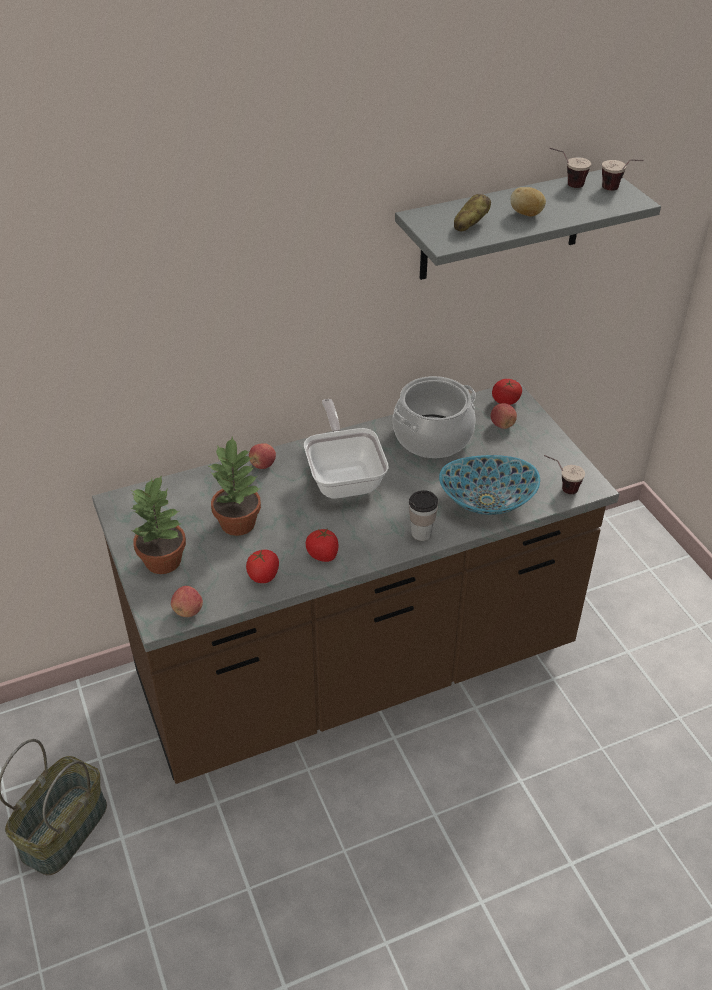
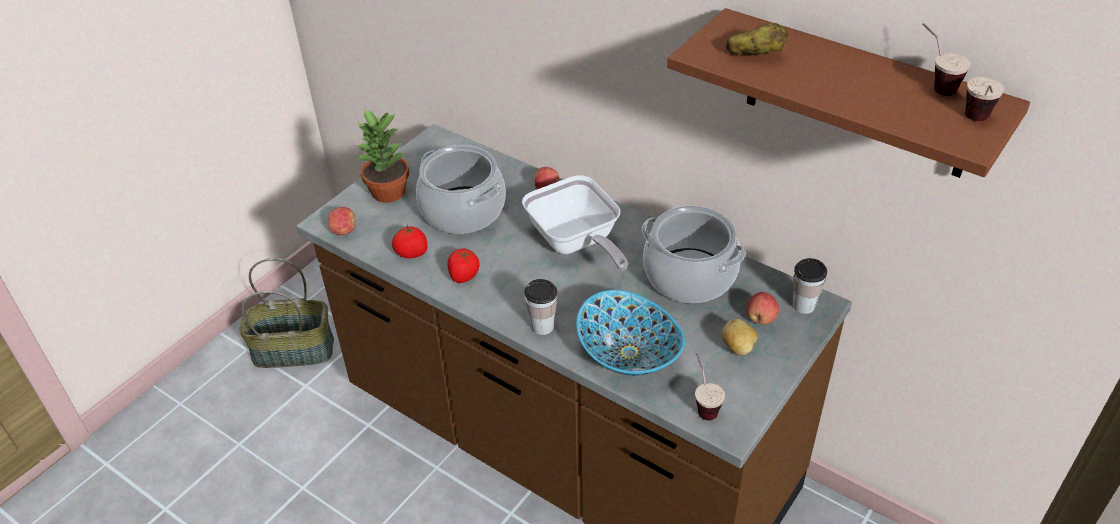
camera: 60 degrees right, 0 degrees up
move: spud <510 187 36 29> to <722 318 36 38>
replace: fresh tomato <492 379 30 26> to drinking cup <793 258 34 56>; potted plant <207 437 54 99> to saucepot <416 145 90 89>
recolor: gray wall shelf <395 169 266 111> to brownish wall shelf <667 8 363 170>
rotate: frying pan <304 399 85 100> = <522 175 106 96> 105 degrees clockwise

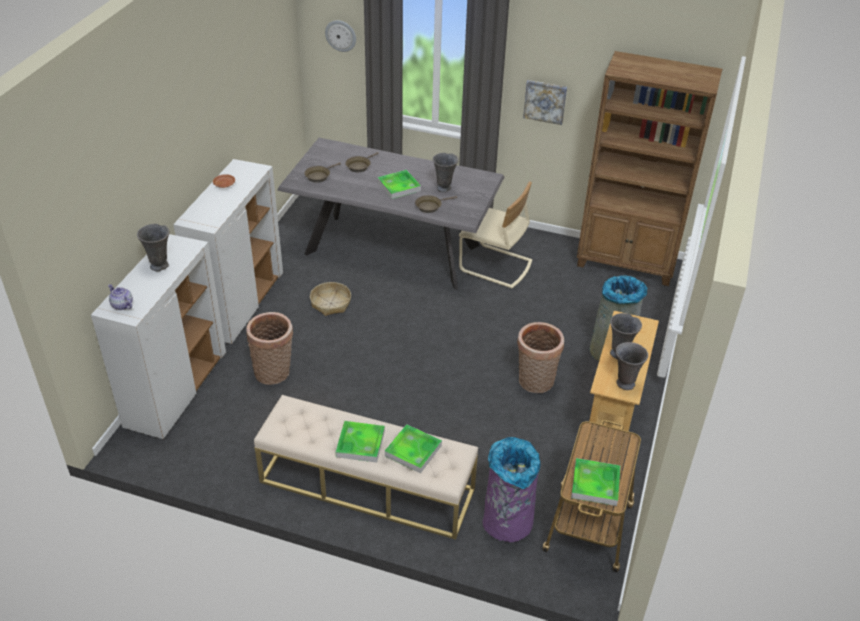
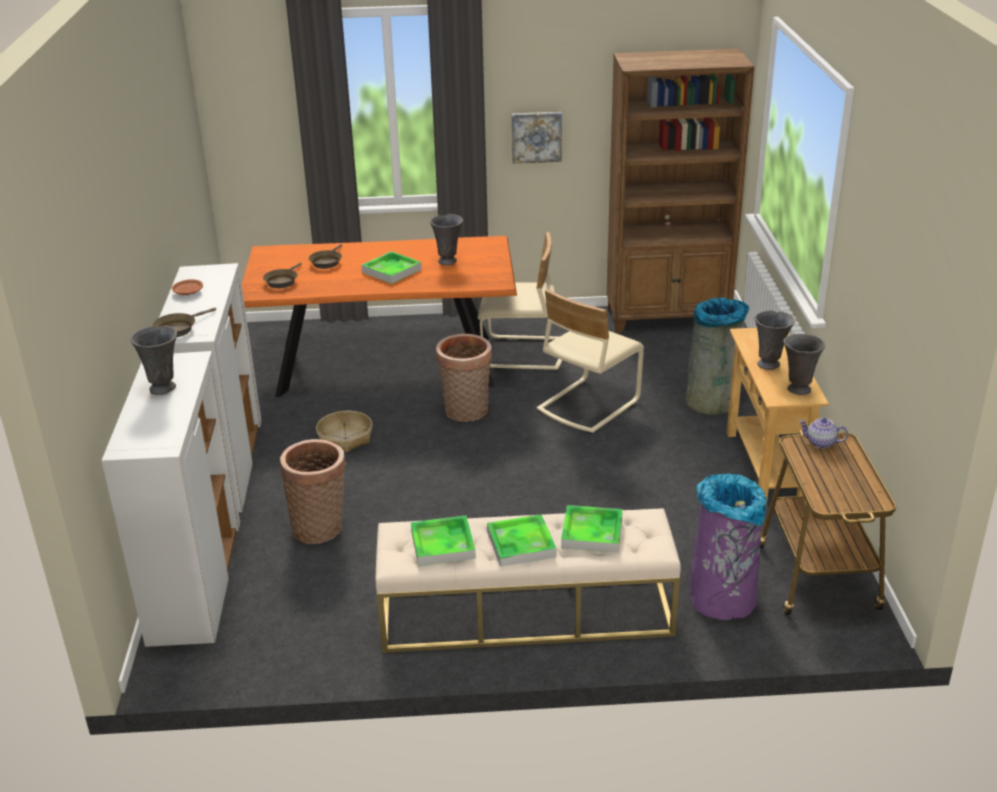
camera: 20 degrees left, 10 degrees down
delete: clock on the wall <325 20 31 32>
insert: beige chair <537 289 107 145>
move: brownish frying pan <415 195 42 18> to <153 308 63 29>; tea pot <108 284 25 26> to <799 418 49 30>; basket <517 322 47 71> to <436 334 56 88>; carrying tray <571 458 49 48> to <411 515 65 51>
recolor: gray kitchen table <277 138 227 152> to orange kitchen table <242 236 275 161>

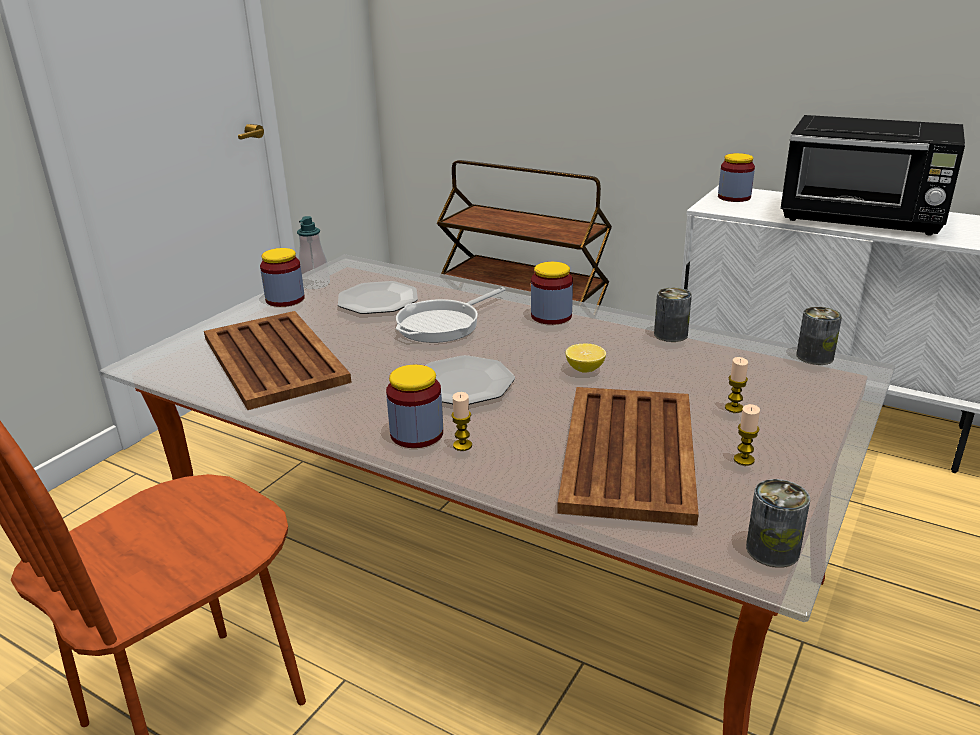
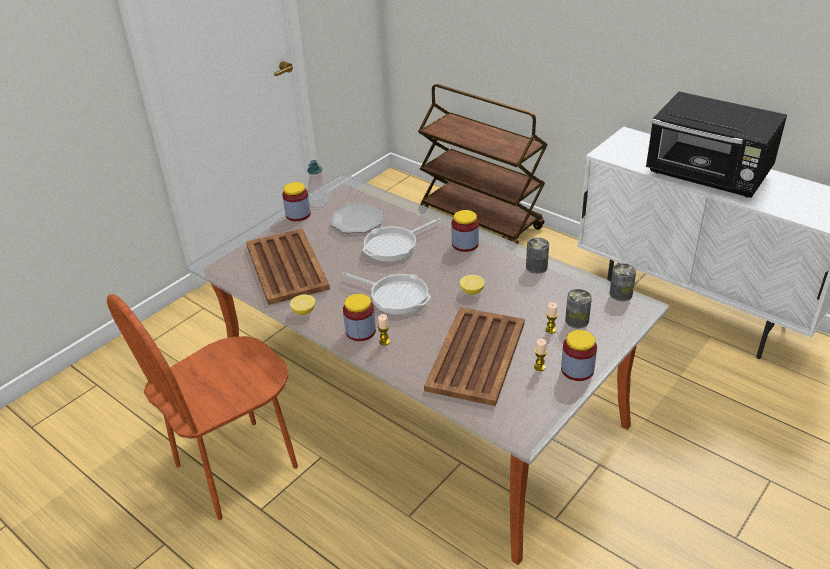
camera: 10 degrees right, 10 degrees up
insert: lemon <290 295 25 20>
move: preserve jar <718 153 37 49> to <561 330 36 51>; metal can <746 479 64 88> to <565 289 27 39>
replace: dinner plate <426 355 89 50> to frying pan <342 272 89 43>

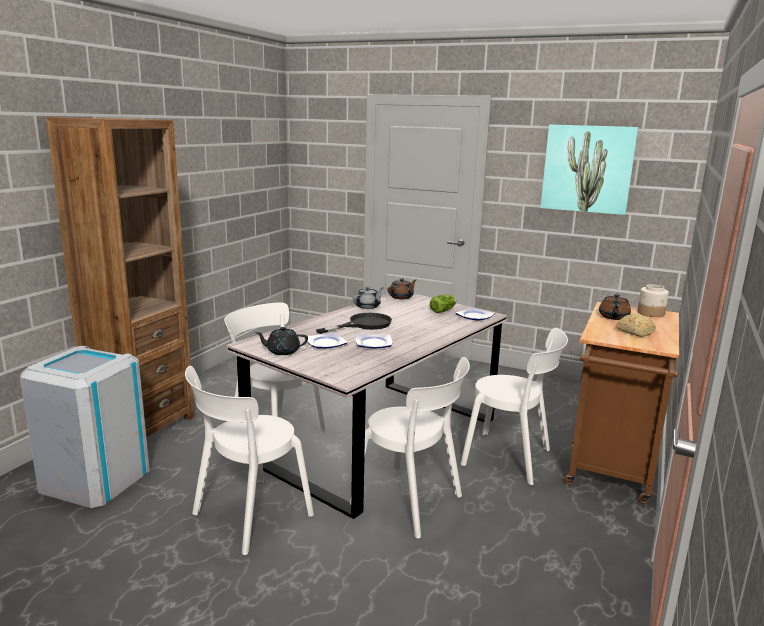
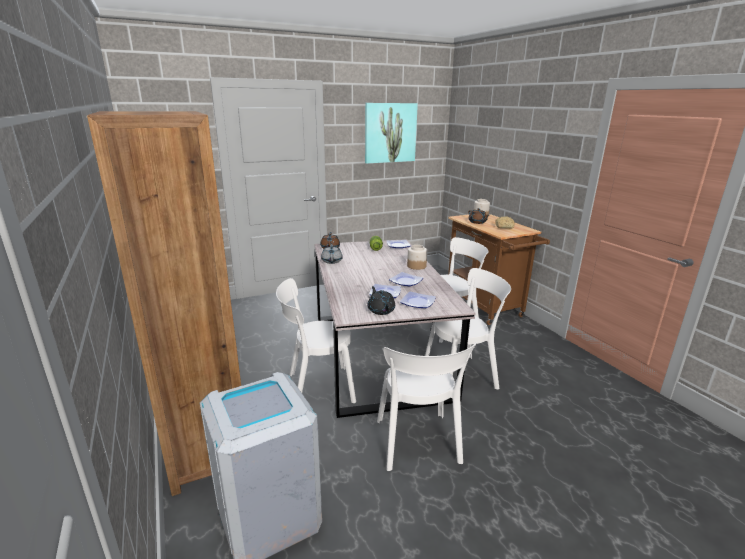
camera: 50 degrees left, 5 degrees up
delete: black frying pan <316 313 76 21>
insert: preserve jar <407 245 20 25>; dinner plate <400 291 36 17>
rotate: black tea pot <255 327 53 28> = <367 286 28 29> 120 degrees clockwise

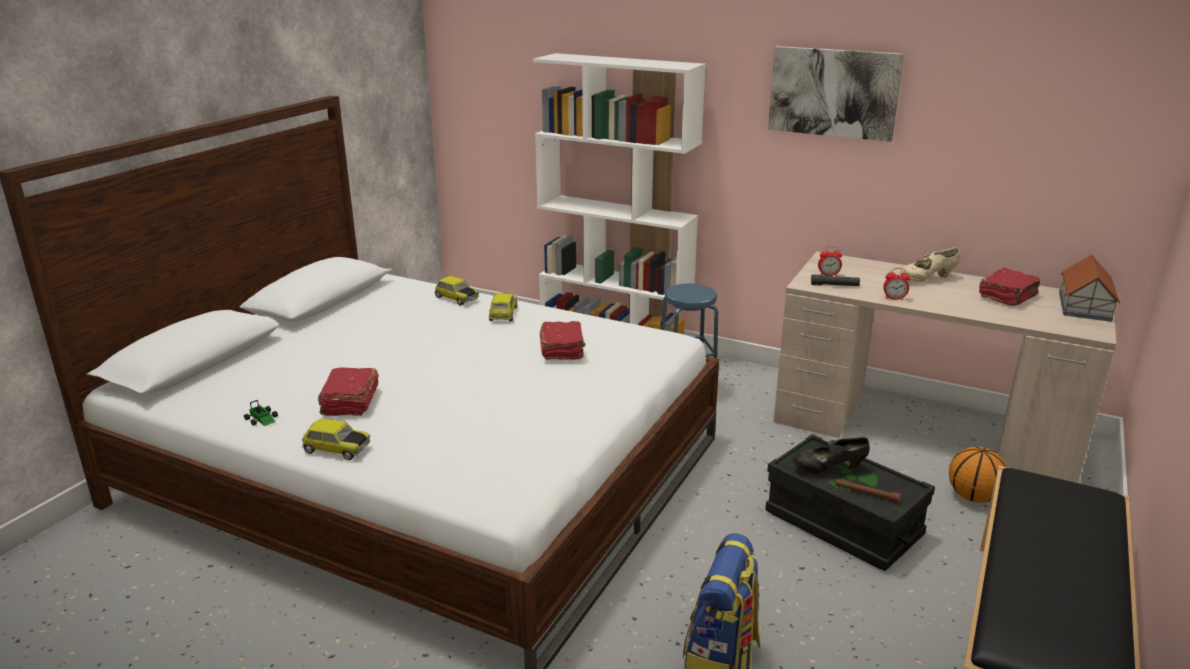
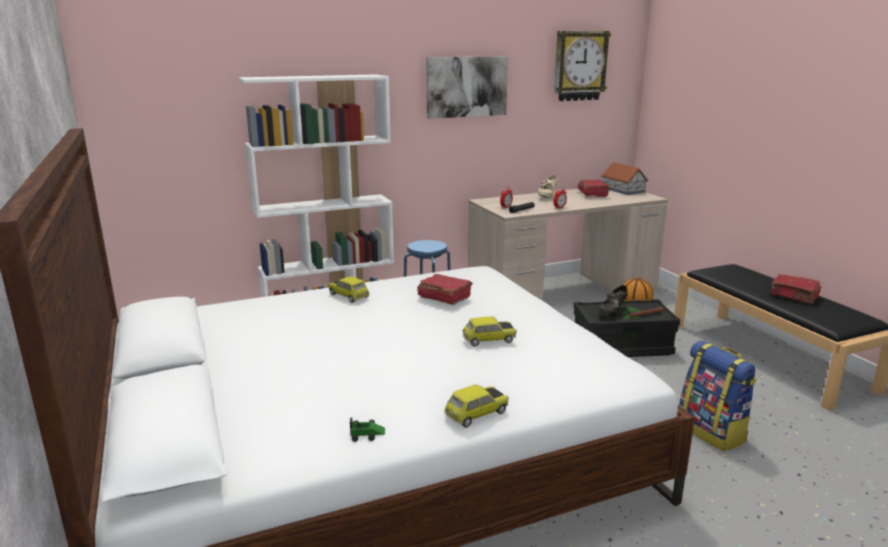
camera: 50 degrees left, 5 degrees down
insert: clock on the wall <554 31 57 70>
move: miniature car <434 276 45 30> to <463 316 54 30>; red volume <318 368 61 48> to <771 274 50 30>

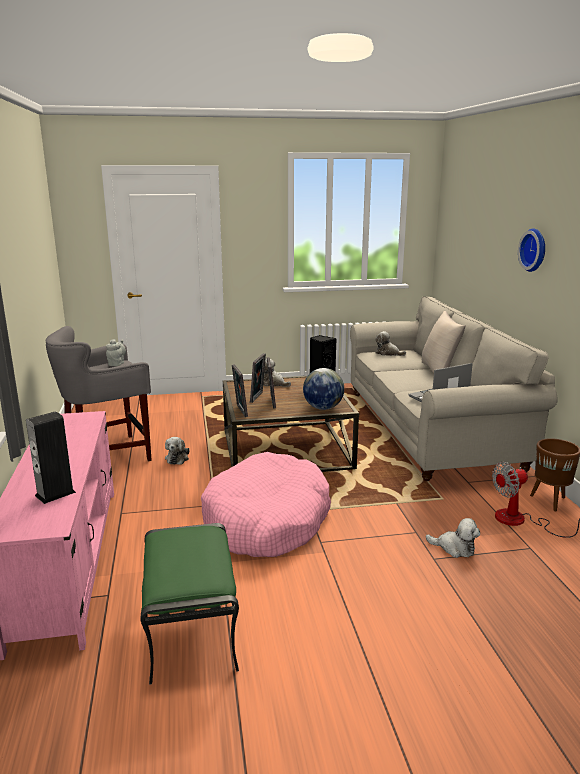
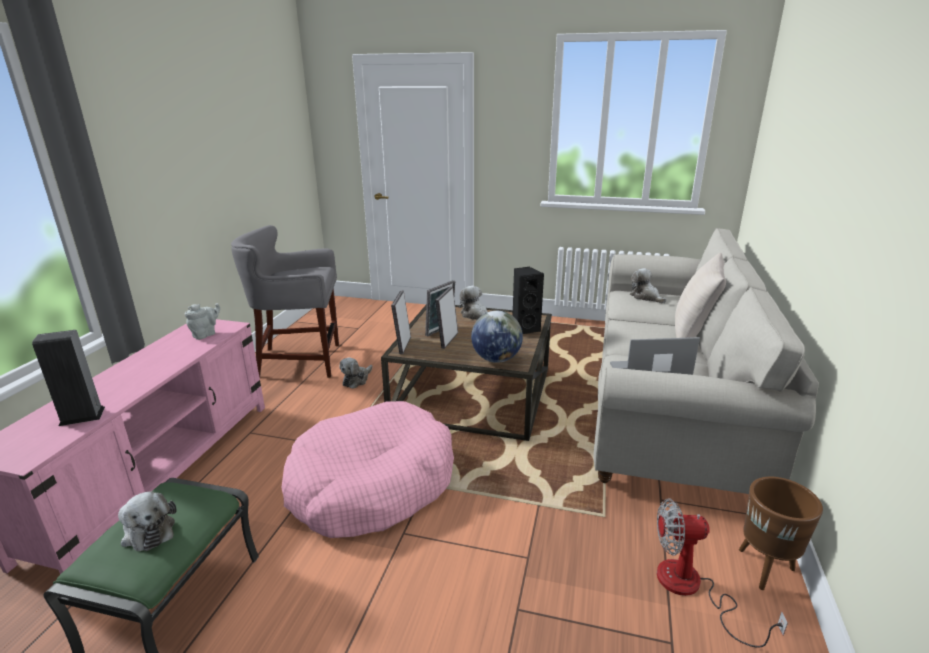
camera: 25 degrees right, 5 degrees up
delete: clock on the wall <518 228 27 44>
move: gray tea pot <106 339 20 27> to <184 303 36 37>; plush toy <426 518 54 40> to <118 491 58 60>

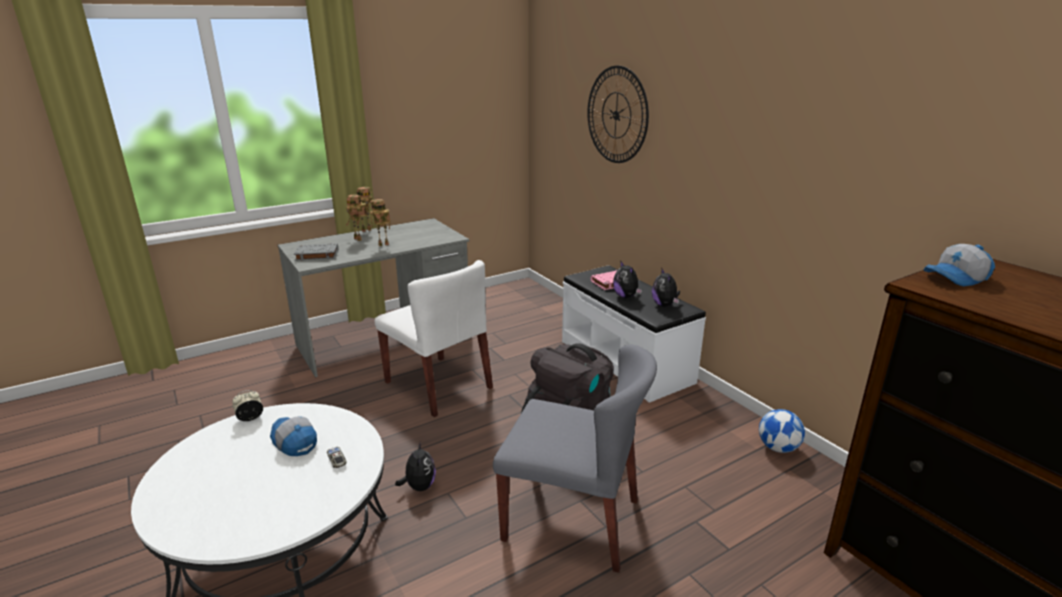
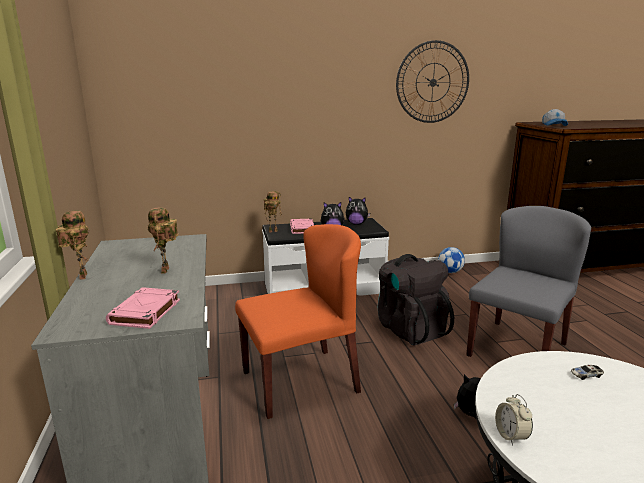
camera: 70 degrees left, 5 degrees down
delete: cap <270 416 47 40>
move: clock on the wall <587 66 62 97> to <396 40 73 83>; toy robot <346 194 21 47> to <264 191 18 42>
recolor: gray volume <294 243 44 18> to pinkish volume <106 287 74 42>; whitish chair <375 260 118 157> to orange chair <235 224 126 195>

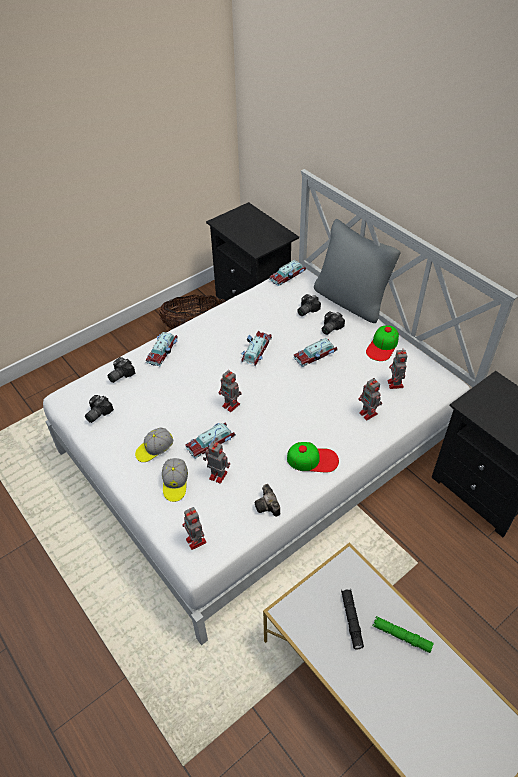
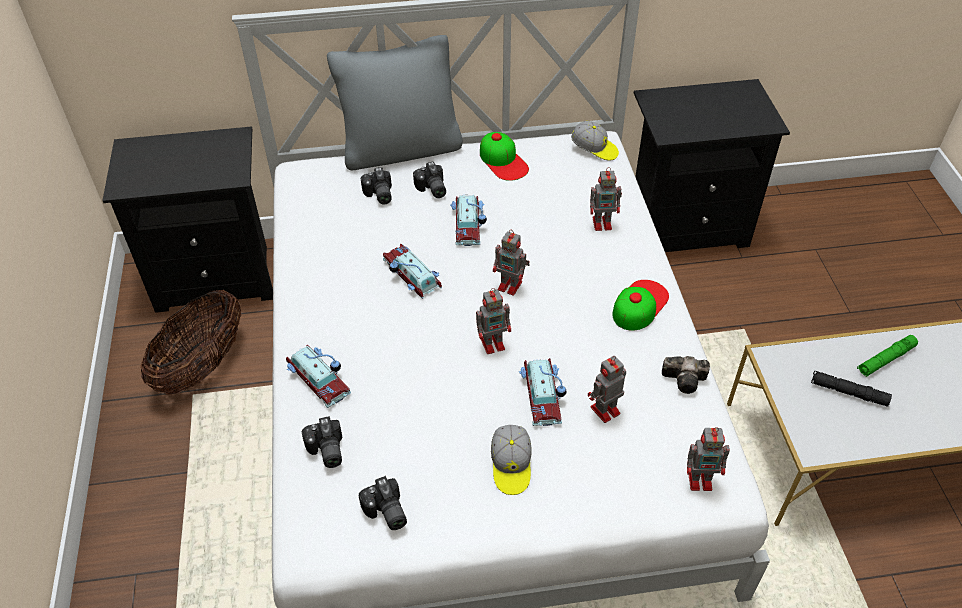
camera: 60 degrees left, 0 degrees up
delete: miniature car <269 260 37 26>
move: toy robot <388 348 19 41> to <493 230 37 66>; cap <162 458 26 44> to <571 121 48 40>

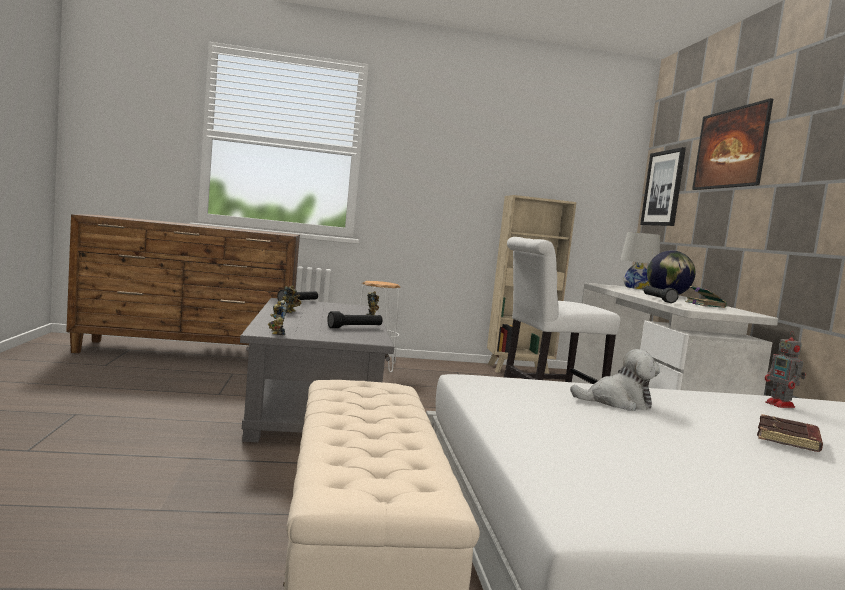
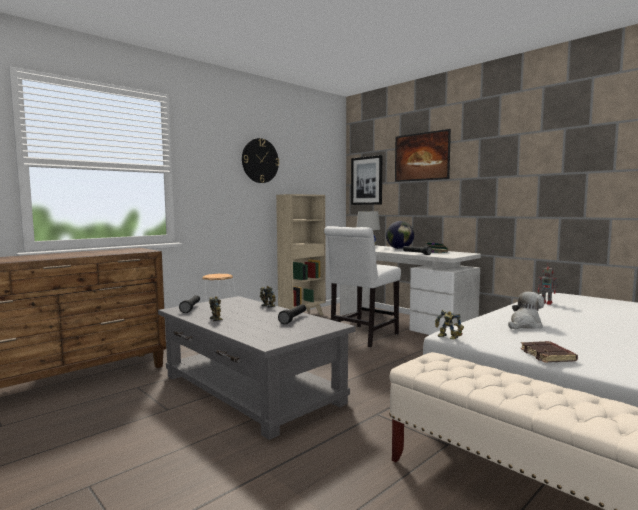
camera: 35 degrees left, 0 degrees up
insert: clock on the wall <242 138 37 45>
move: toy robot <268 300 20 35> to <435 310 29 30>; brownish volume <757 414 66 38> to <520 341 58 22>

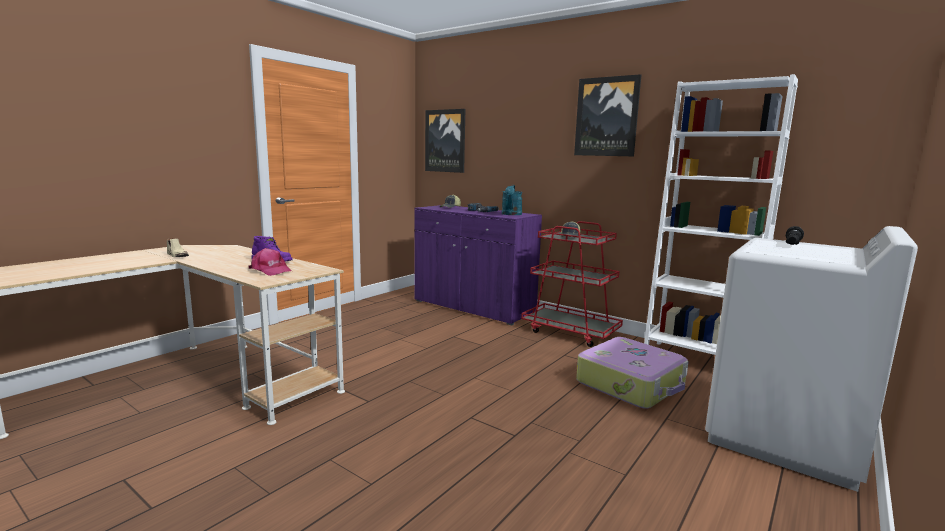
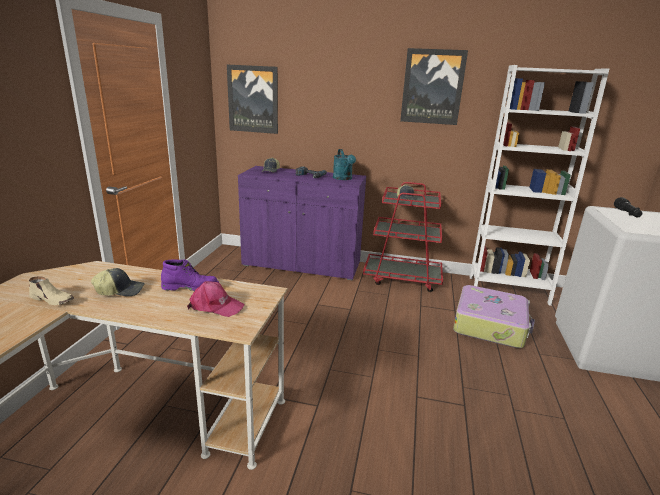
camera: 25 degrees left, 10 degrees up
insert: cap <91 268 54 28>

